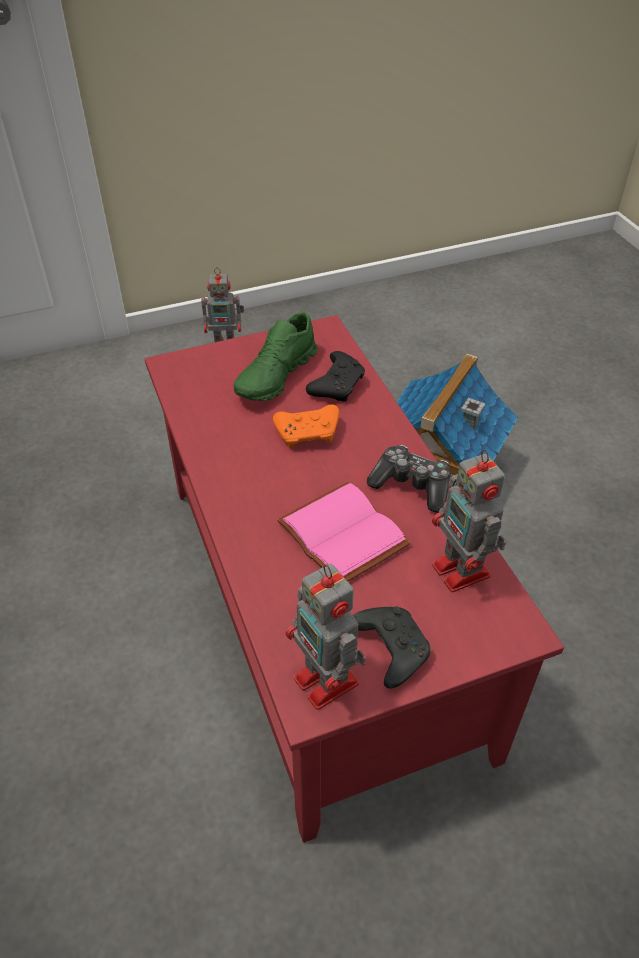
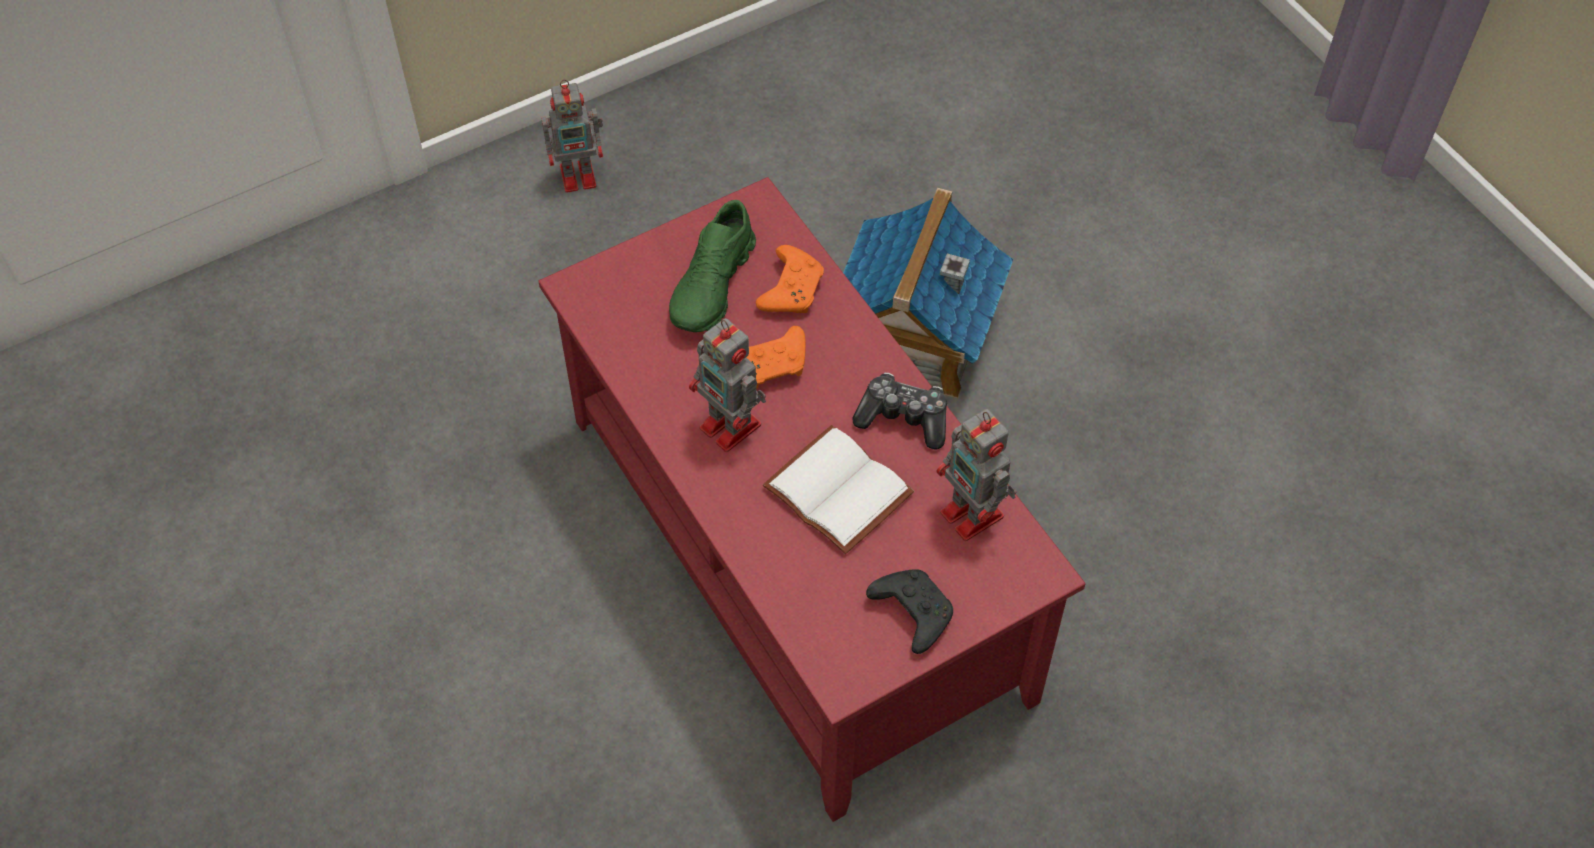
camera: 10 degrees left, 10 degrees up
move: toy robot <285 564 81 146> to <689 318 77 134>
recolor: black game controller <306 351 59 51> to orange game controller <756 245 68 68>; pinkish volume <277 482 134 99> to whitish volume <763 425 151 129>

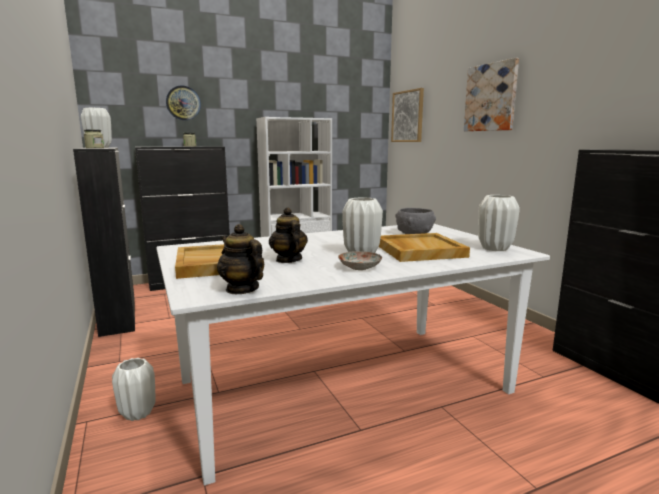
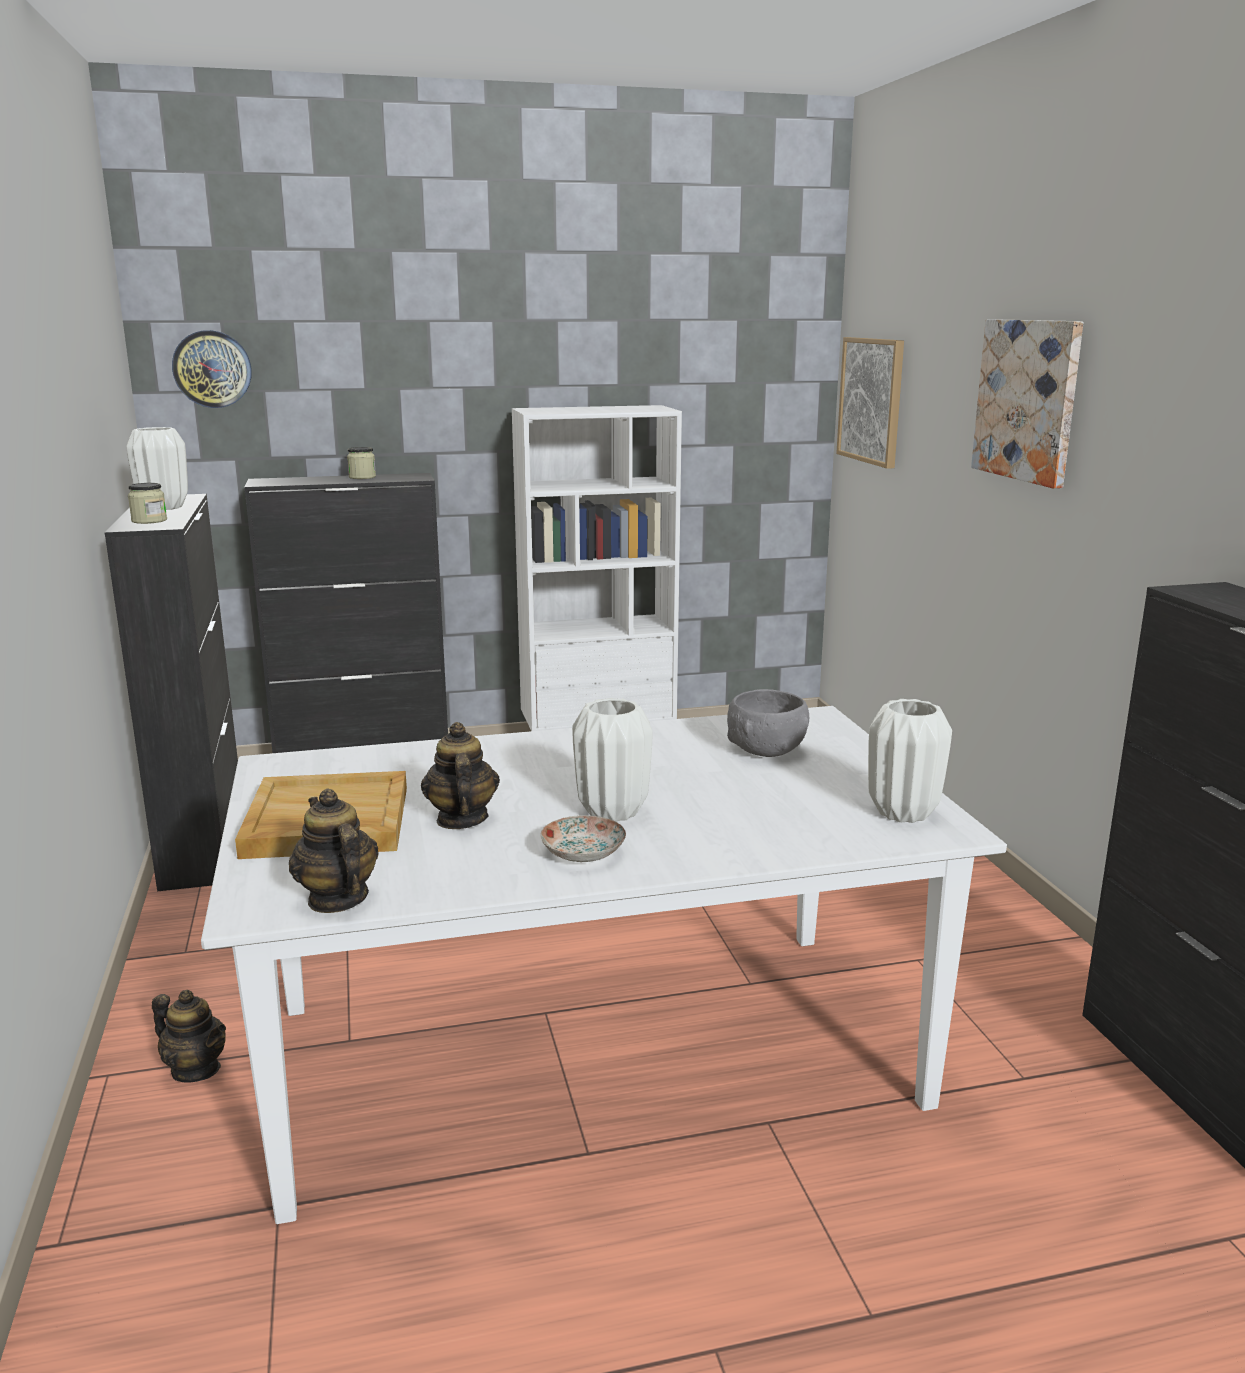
camera: 10 degrees right, 5 degrees up
delete: beige carrying tray <379 233 91 29>
move: clock on the wall <166 85 35 35> to <172 330 80 78>
replace: whitish vase <112 358 43 63> to tea pot <152 990 74 93>

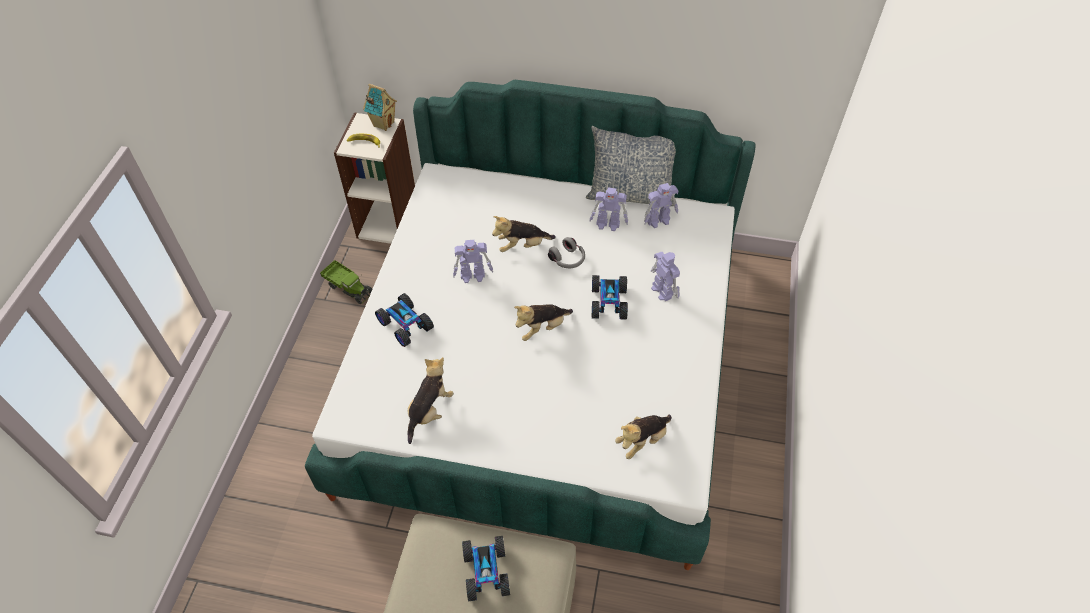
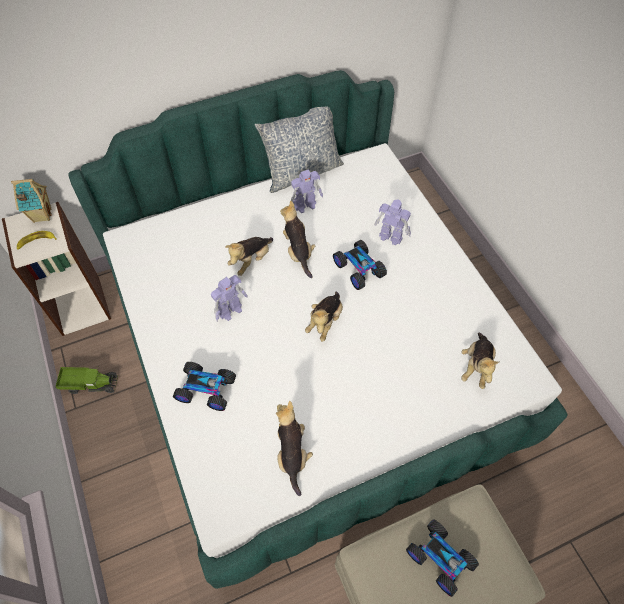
camera: 35 degrees left, 5 degrees up
delete: toy robot <644 183 34 45>
replace: gray headphones <548 237 37 31> to plush toy <280 200 35 78>

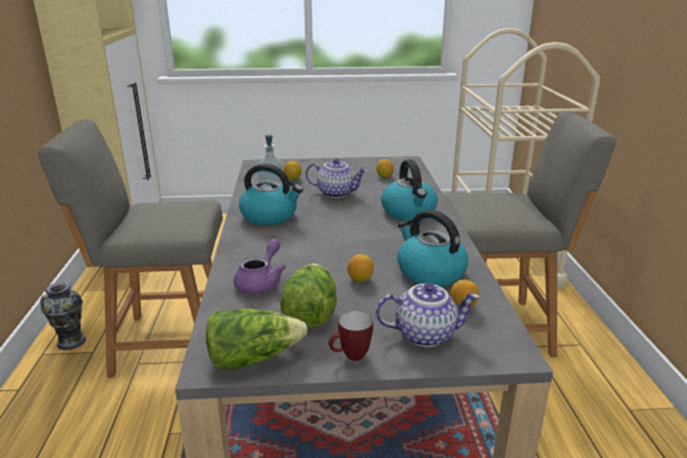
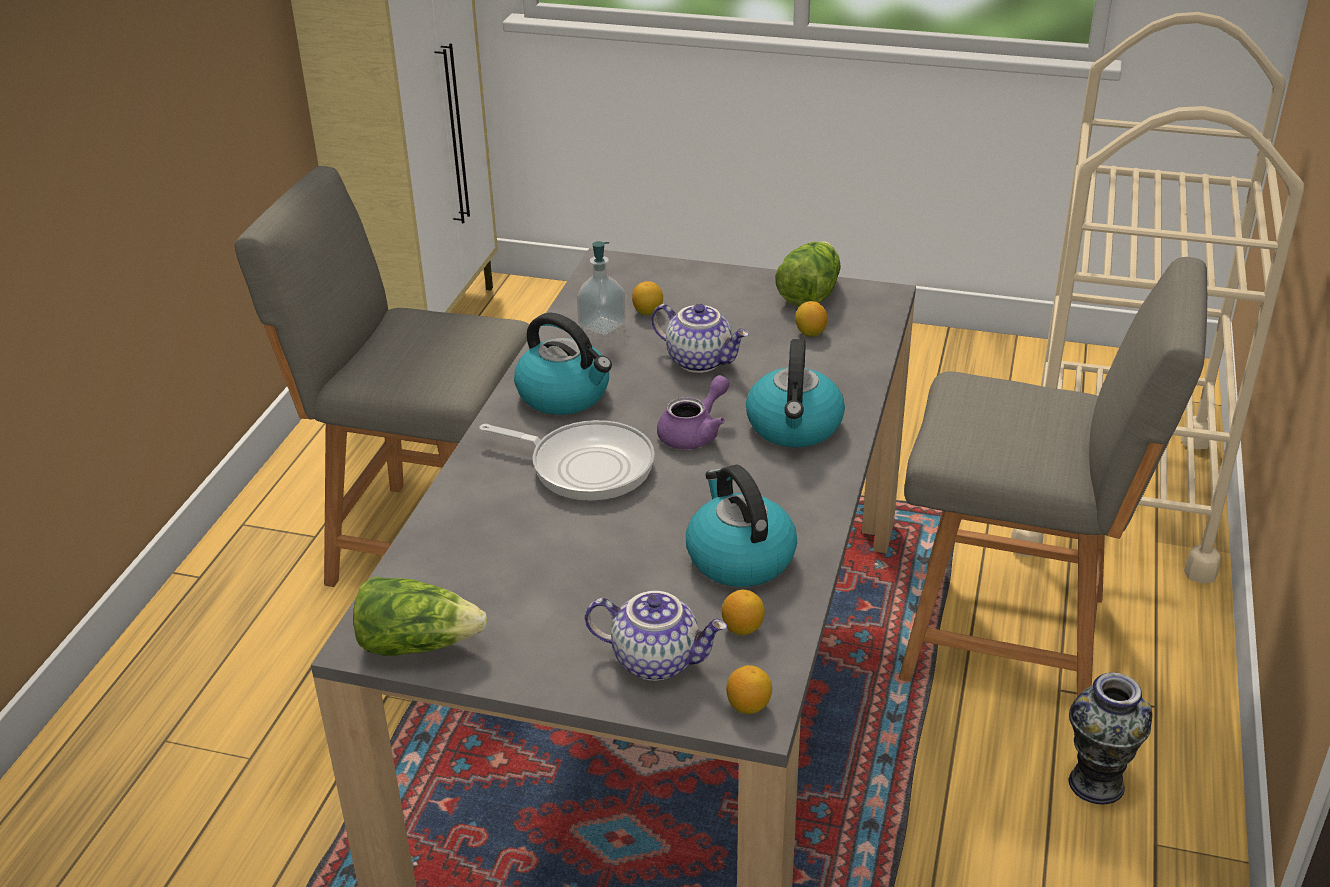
camera: 20 degrees right, 10 degrees up
delete: mug <329 311 44 50>
insert: frying pan <479 420 176 81>
move: purplish tea pot <234 239 52 55> to <657 375 73 74>; lemon <347 254 27 28> to <726 665 46 49>; head of lettuce <280 264 57 65> to <775 241 66 65>; vase <40 282 46 68> to <1069 672 83 132>

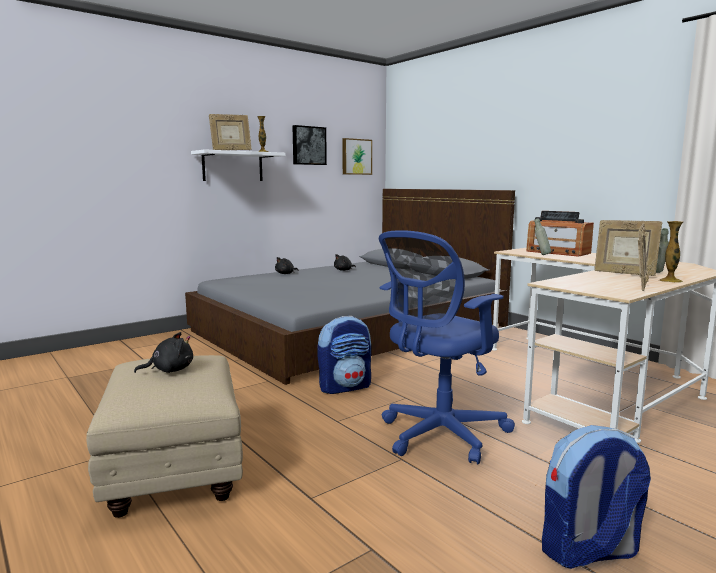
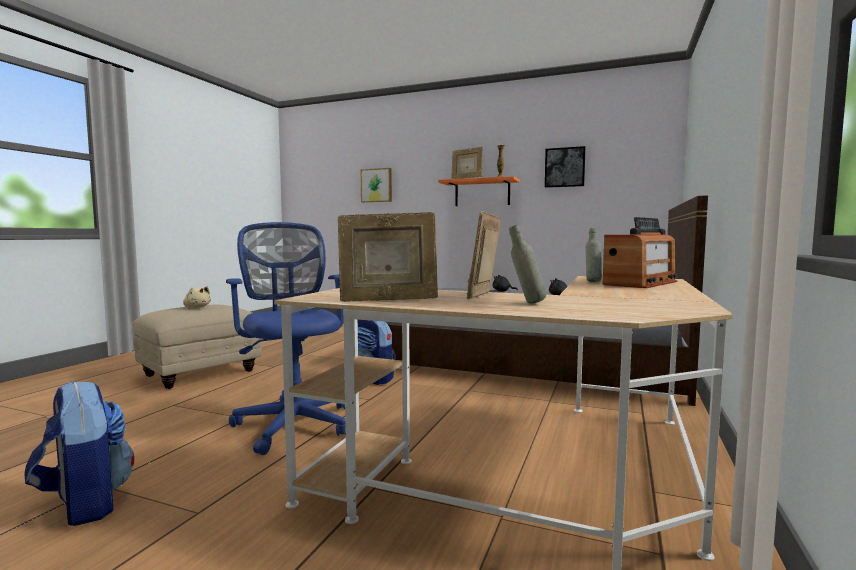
camera: 60 degrees right, 5 degrees down
delete: vase <659 221 24 62>
move: wall picture <342 138 30 37> to <360 168 32 34>
recolor: whitish wall shelf <191 149 95 32> to orange wall shelf <438 176 82 30>; black plush toy <134 332 59 41> to beige plush toy <183 286 28 22>
rotate: radio set <526 211 68 46> = <603 217 74 71> 150 degrees counterclockwise; blue-coloured desk chair <379 230 136 234> = <226 222 120 233> 45 degrees clockwise

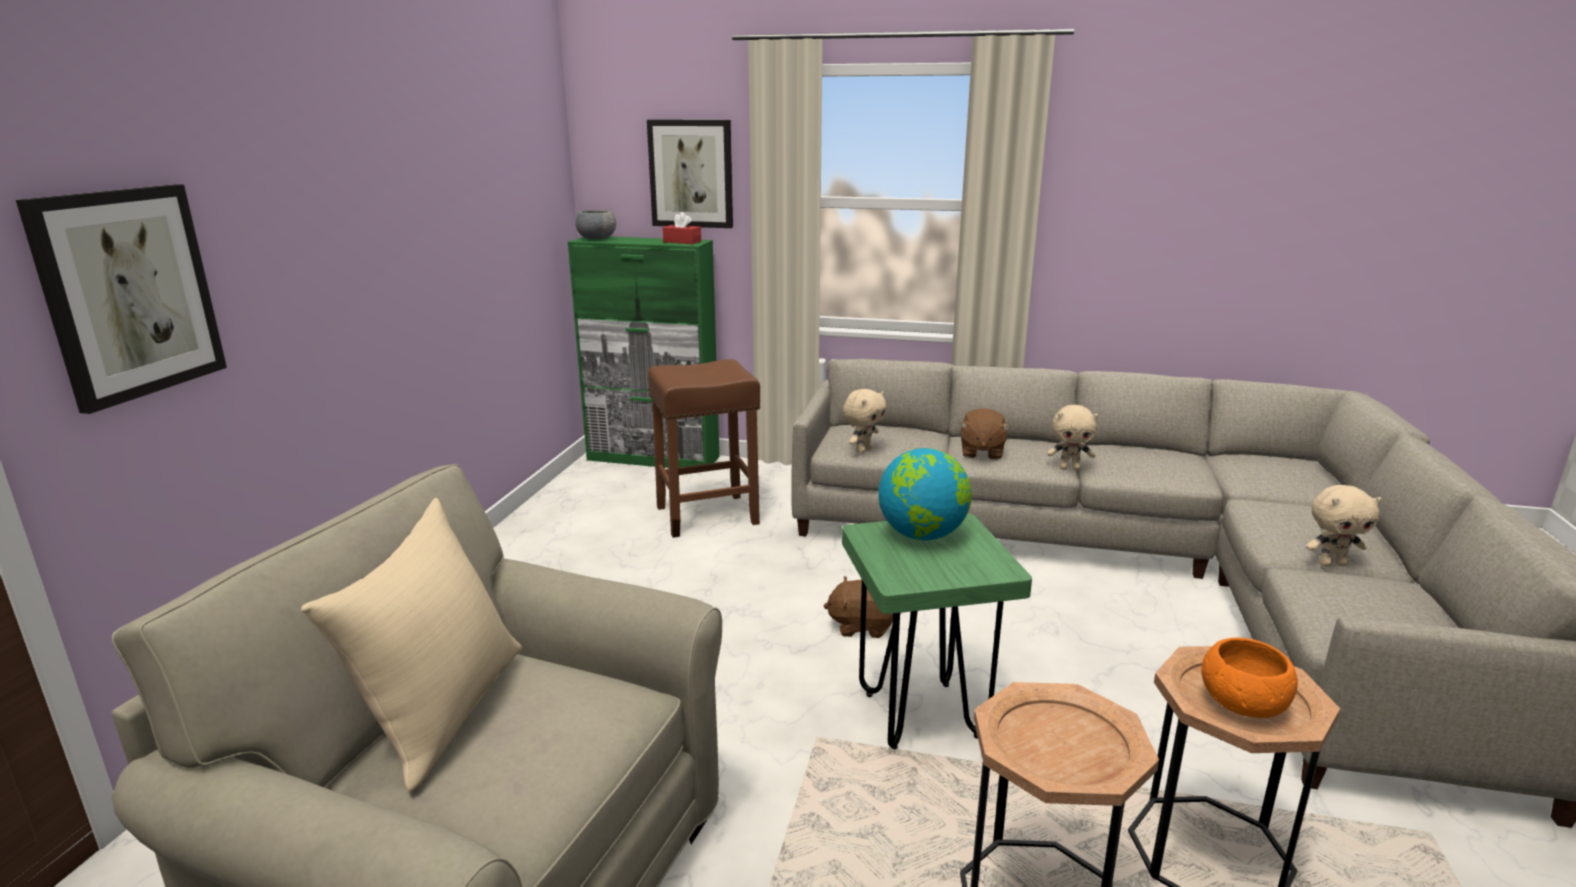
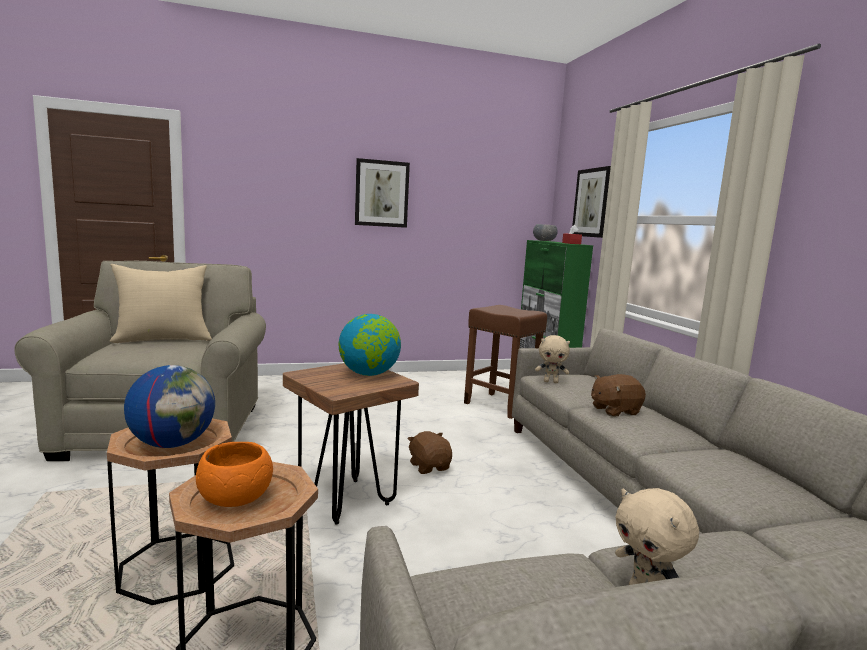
camera: 60 degrees right, 10 degrees down
delete: beige plush toy <1047 405 51 65>
insert: desk globe <124 365 91 83>
move: wall picture <16 184 211 230> to <355 158 55 70>
recolor: greenish stool seat <842 514 190 235> to brownish stool seat <283 363 136 162>

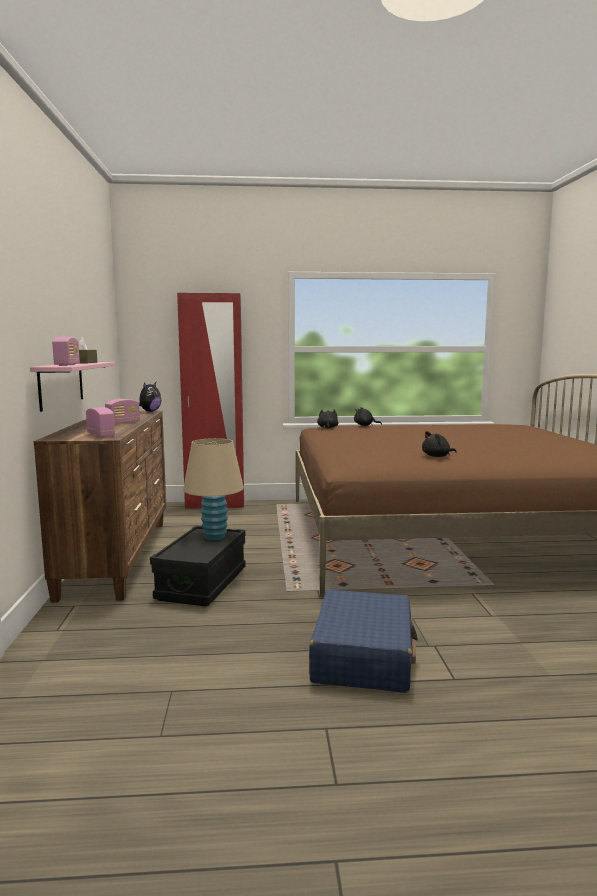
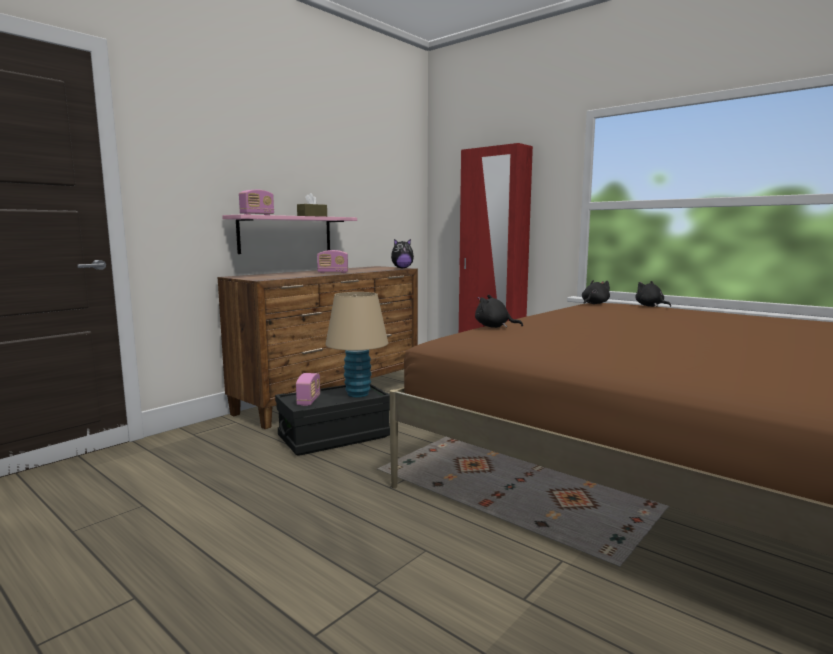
camera: 45 degrees right, 0 degrees up
delete: blue-coloured suitcase <309 590 109 103>
move: radio set <86 407 29 30> to <296 373 24 33>; black plush toy <422 431 35 26> to <475 295 48 33>

